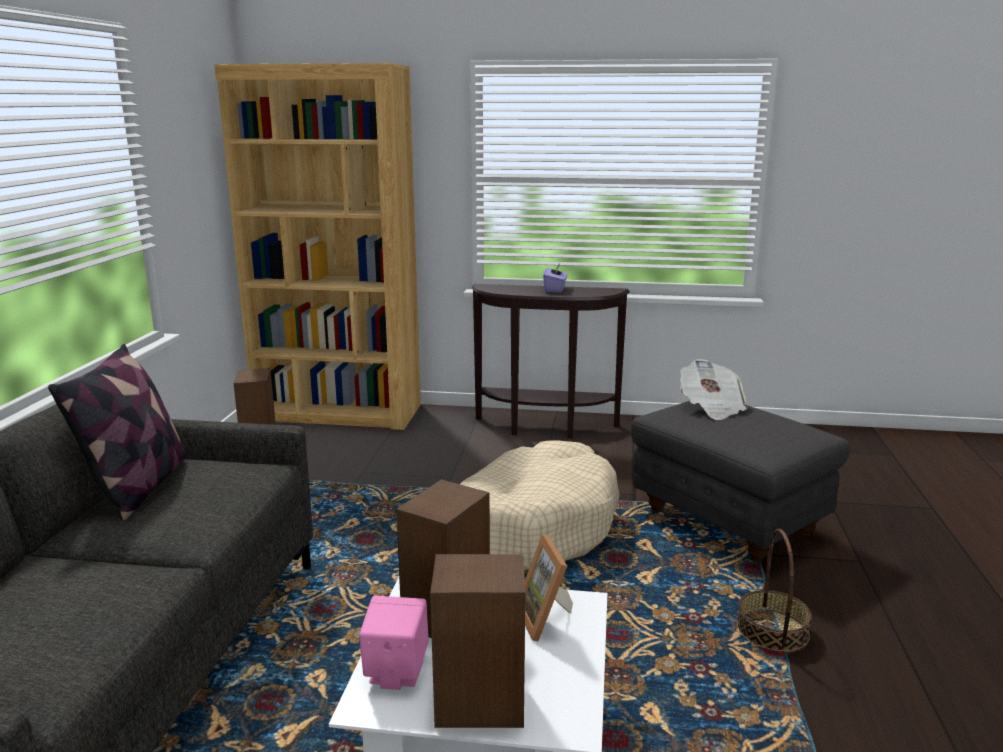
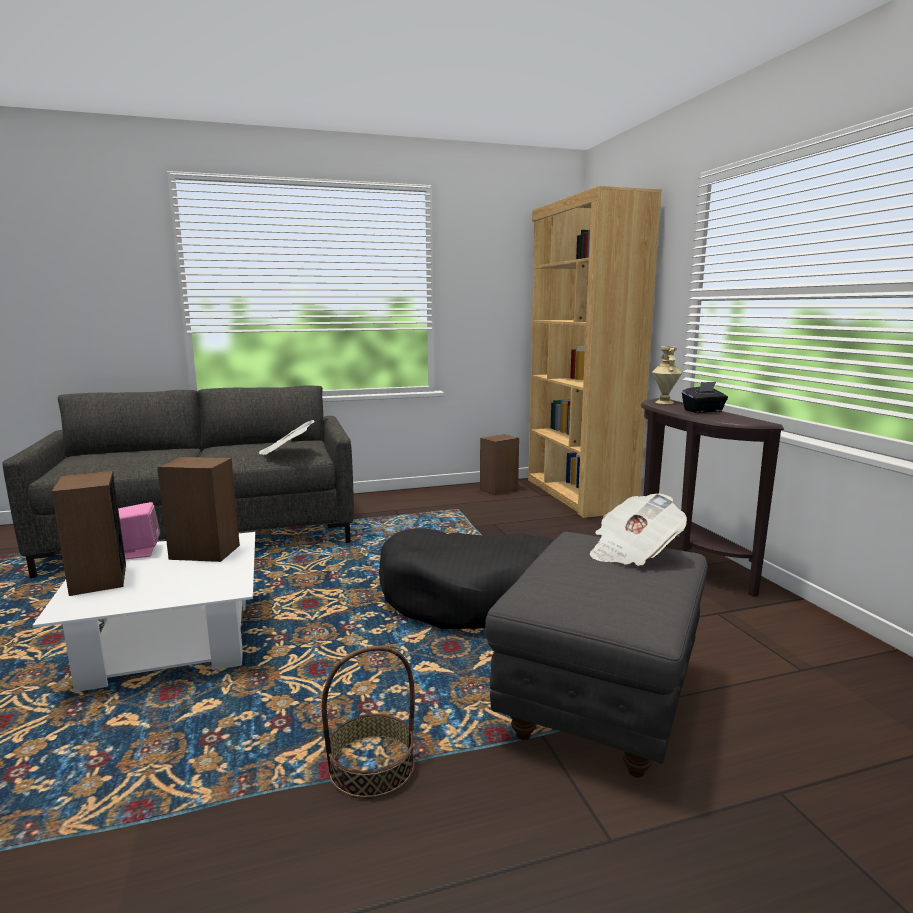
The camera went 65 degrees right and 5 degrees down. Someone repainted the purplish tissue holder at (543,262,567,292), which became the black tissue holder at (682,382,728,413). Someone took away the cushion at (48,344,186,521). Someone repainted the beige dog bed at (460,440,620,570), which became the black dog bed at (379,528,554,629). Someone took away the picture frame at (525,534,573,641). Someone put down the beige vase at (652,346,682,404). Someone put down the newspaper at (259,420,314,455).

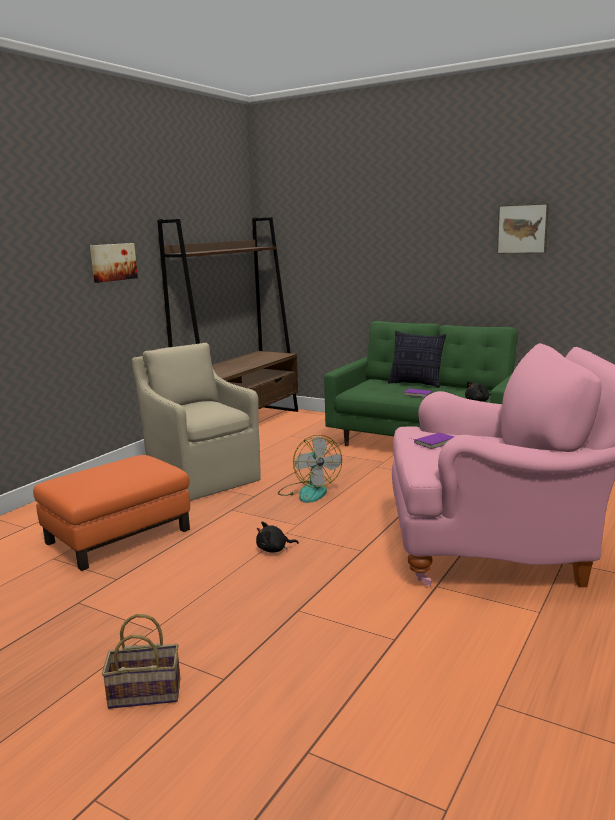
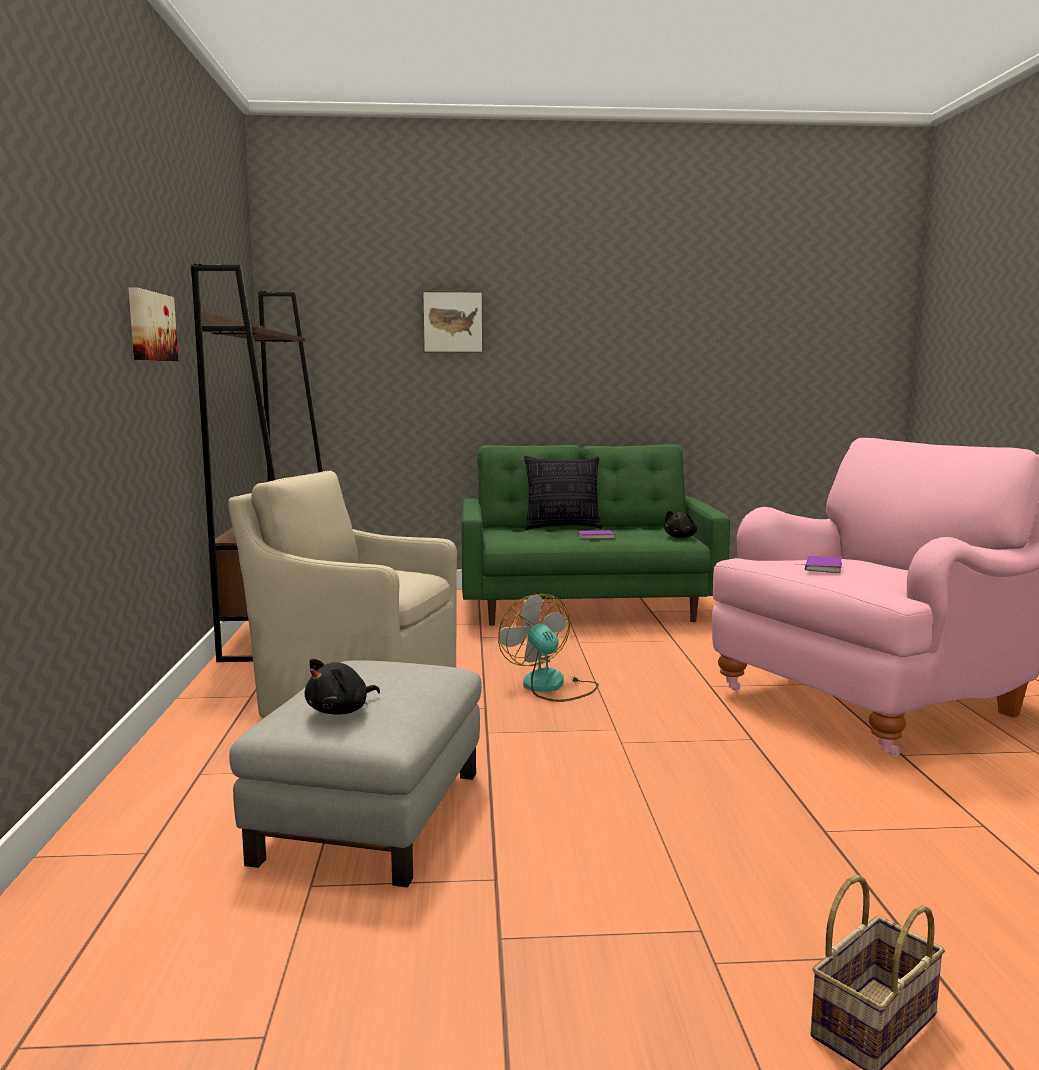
The camera went 35 degrees left and 5 degrees down. Someone carried the wall picture from (497,203,549,254) to (422,291,483,353). Someone rotated the fan at (278,435,342,503) by 150 degrees counterclockwise. Someone repainted the orangey pouffe at (33,455,190,571), which became the grey pouffe at (229,660,482,887). Someone carried the black cuddly toy from (256,522,299,553) to (305,658,380,715).

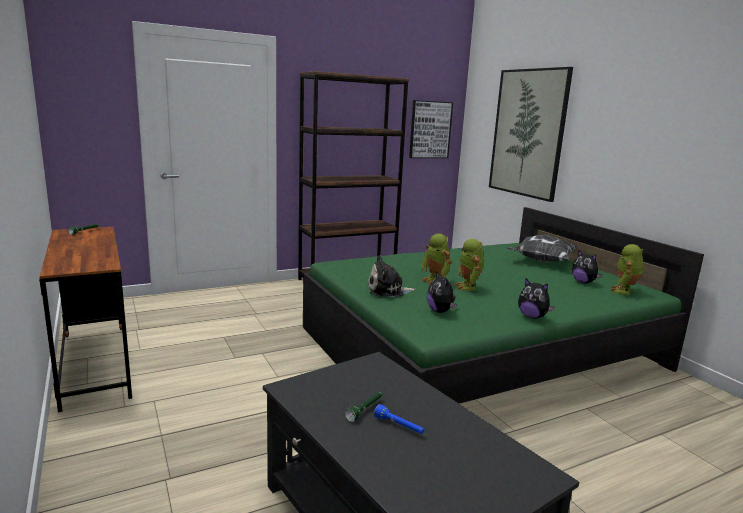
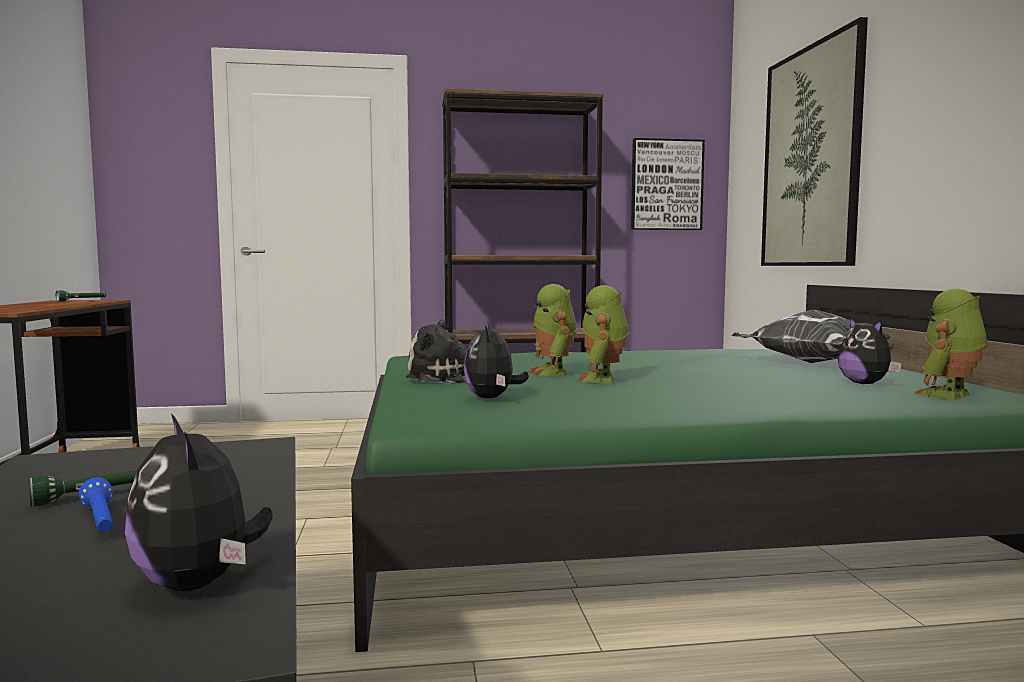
The camera went 20 degrees right and 10 degrees down. Someone carried the cuddly toy from (518,278,555,319) to (125,413,273,591).

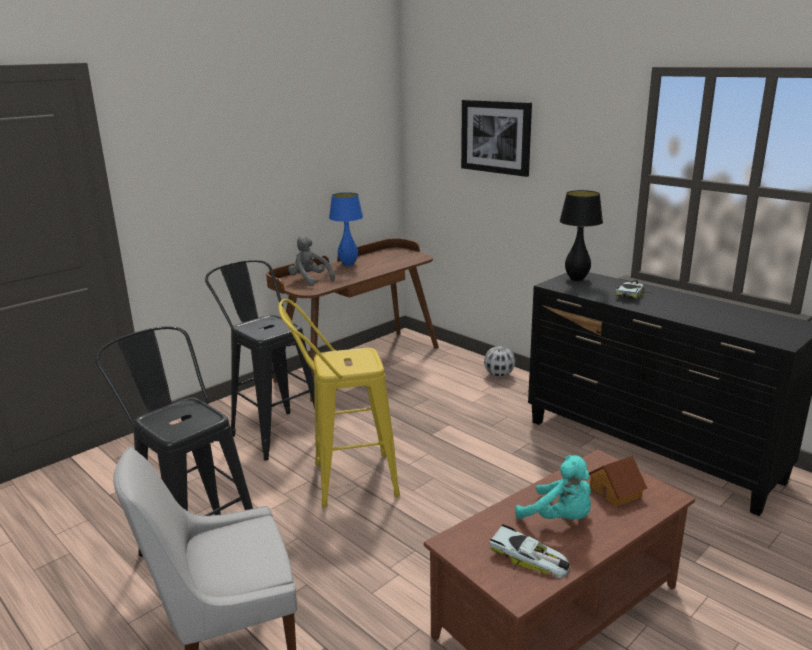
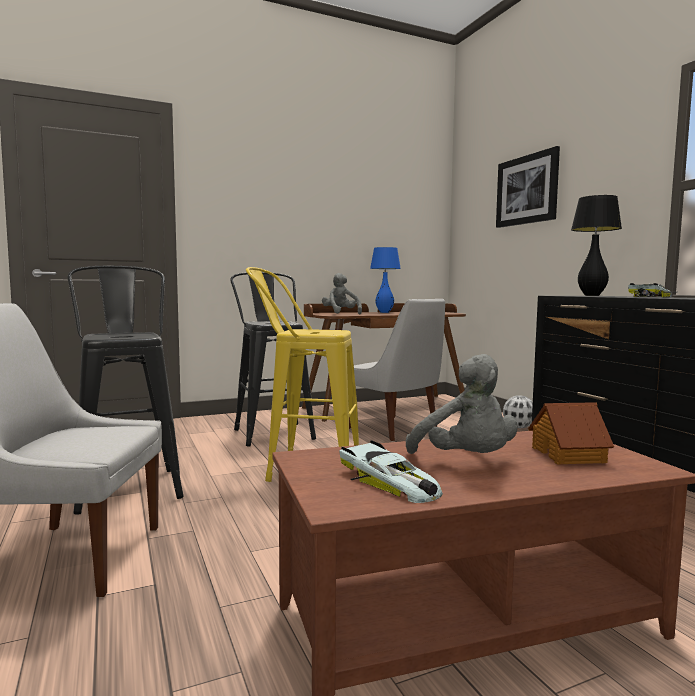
The camera went 20 degrees right and 15 degrees down. Someone repainted the turquoise-coloured cuddly toy at (515,455,591,519), which became the grey cuddly toy at (406,354,518,454). Someone put down the whitish chair at (349,299,445,441).

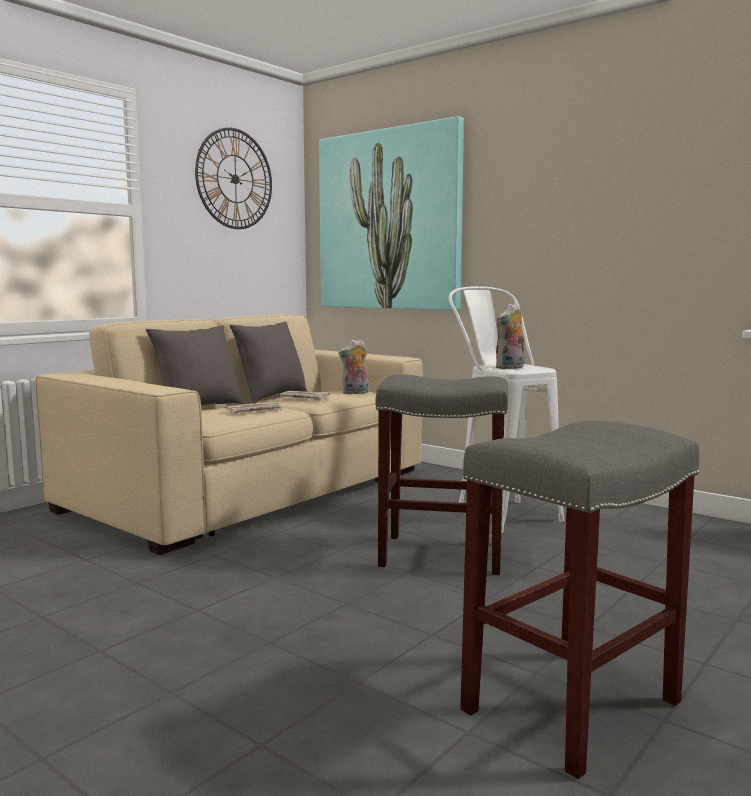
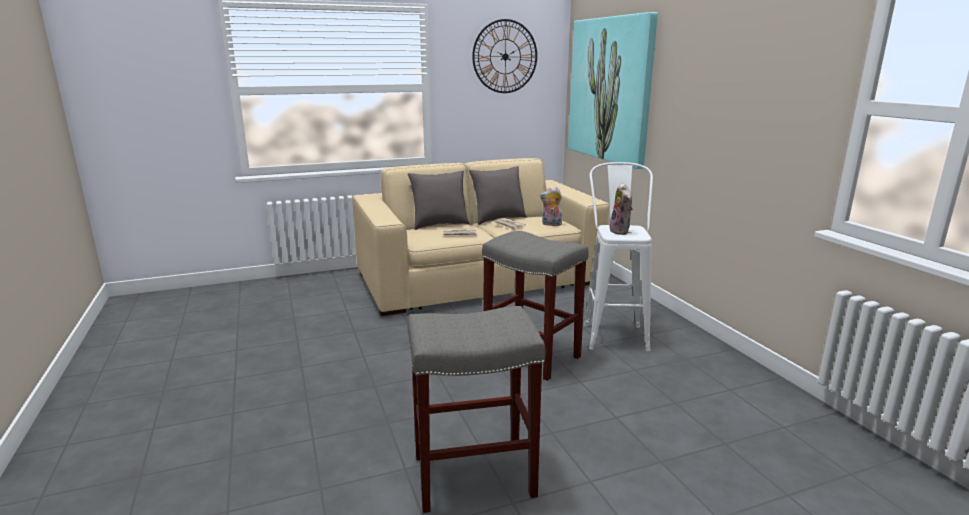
The camera went 30 degrees right and 10 degrees up. Someone rotated the cuddly toy at (495,303,525,369) by 90 degrees counterclockwise.

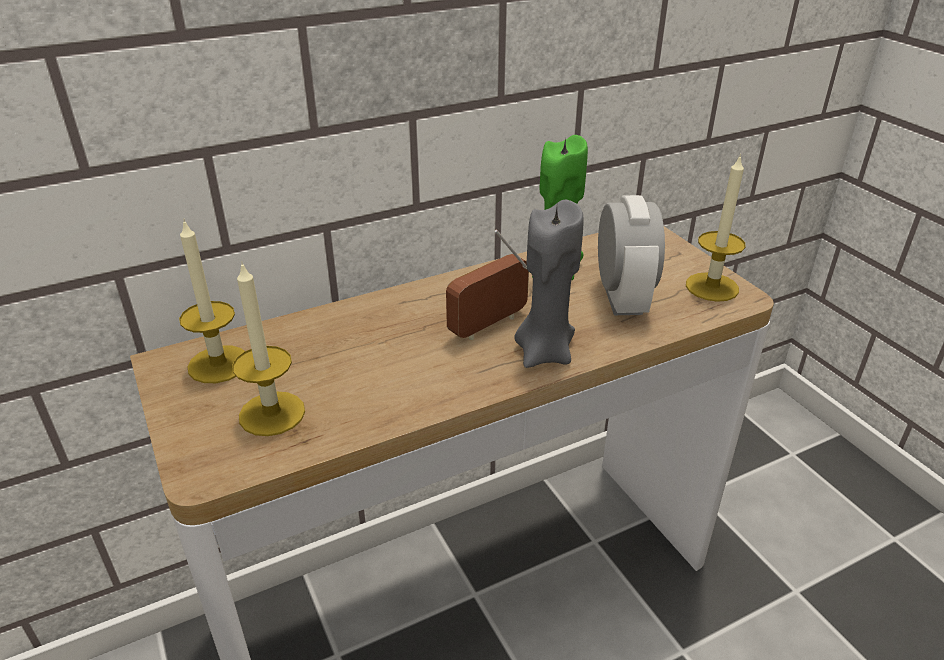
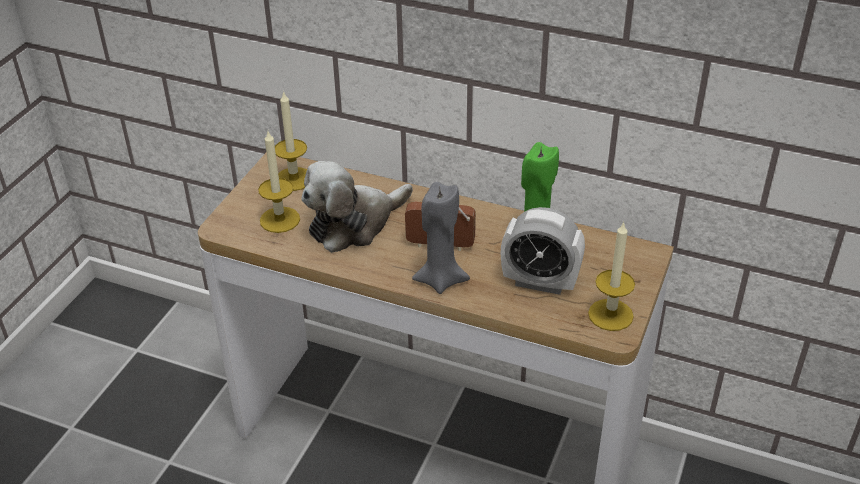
The camera went 50 degrees right and 5 degrees up. Someone rotated the table clock at (598,195,665,315) by 60 degrees clockwise. Someone put down the cuddly toy at (301,161,413,253).

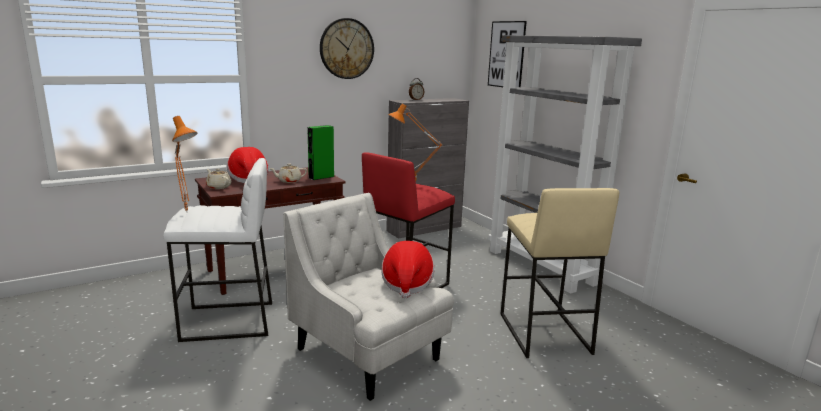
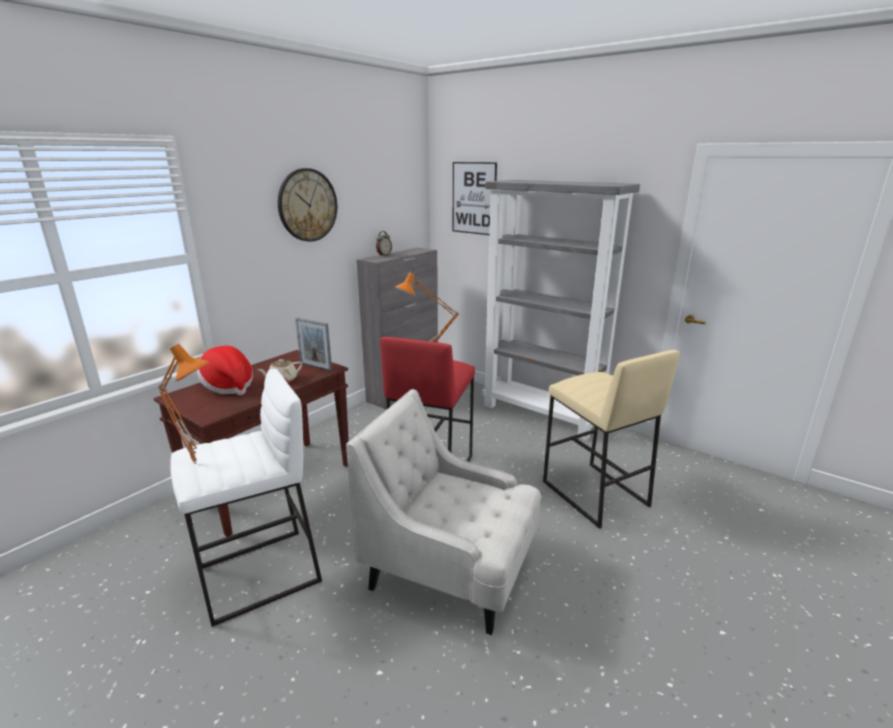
The camera went 20 degrees left and 5 degrees up. Someone swapped the greenish speaker at (307,125,334,180) for the picture frame at (295,318,332,371). Someone took away the beige pot for tea at (206,169,231,189). Someone took away the wearable hat at (381,241,434,298).

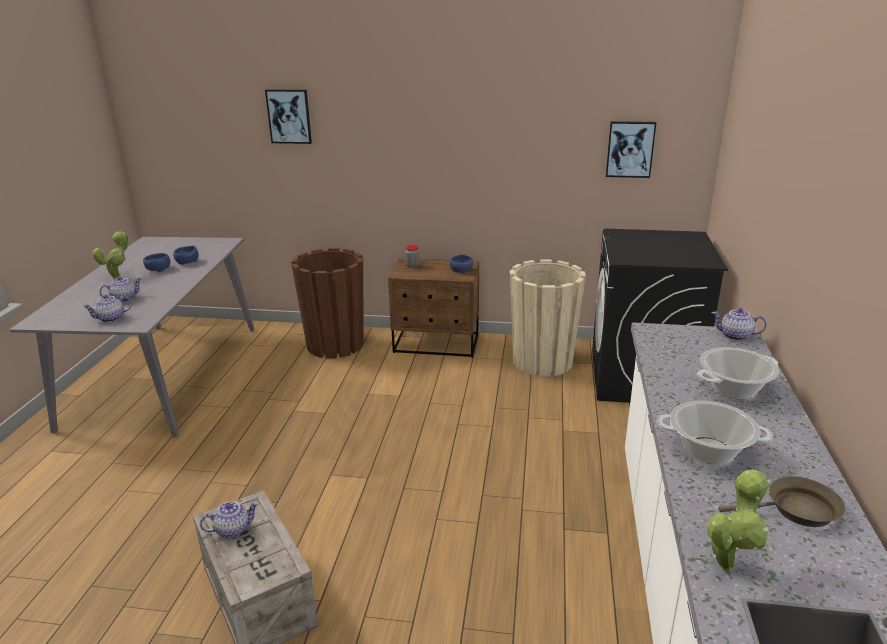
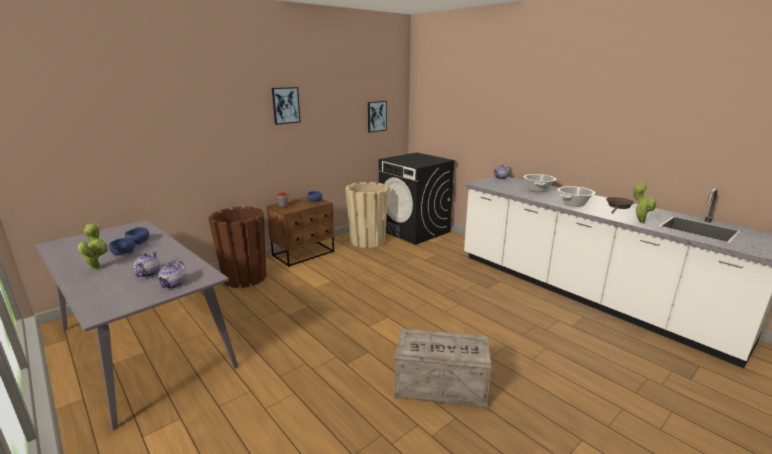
The camera went 50 degrees left and 5 degrees down. Someone carried the wall picture from (265,89,312,144) to (272,87,301,125). Someone took away the pot for tea at (200,501,259,538).

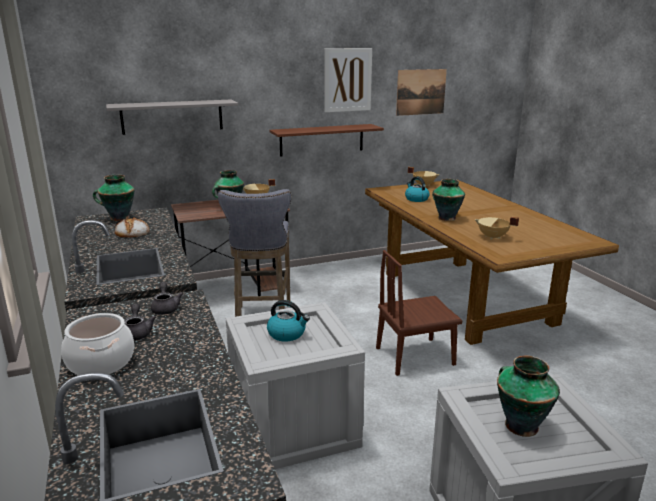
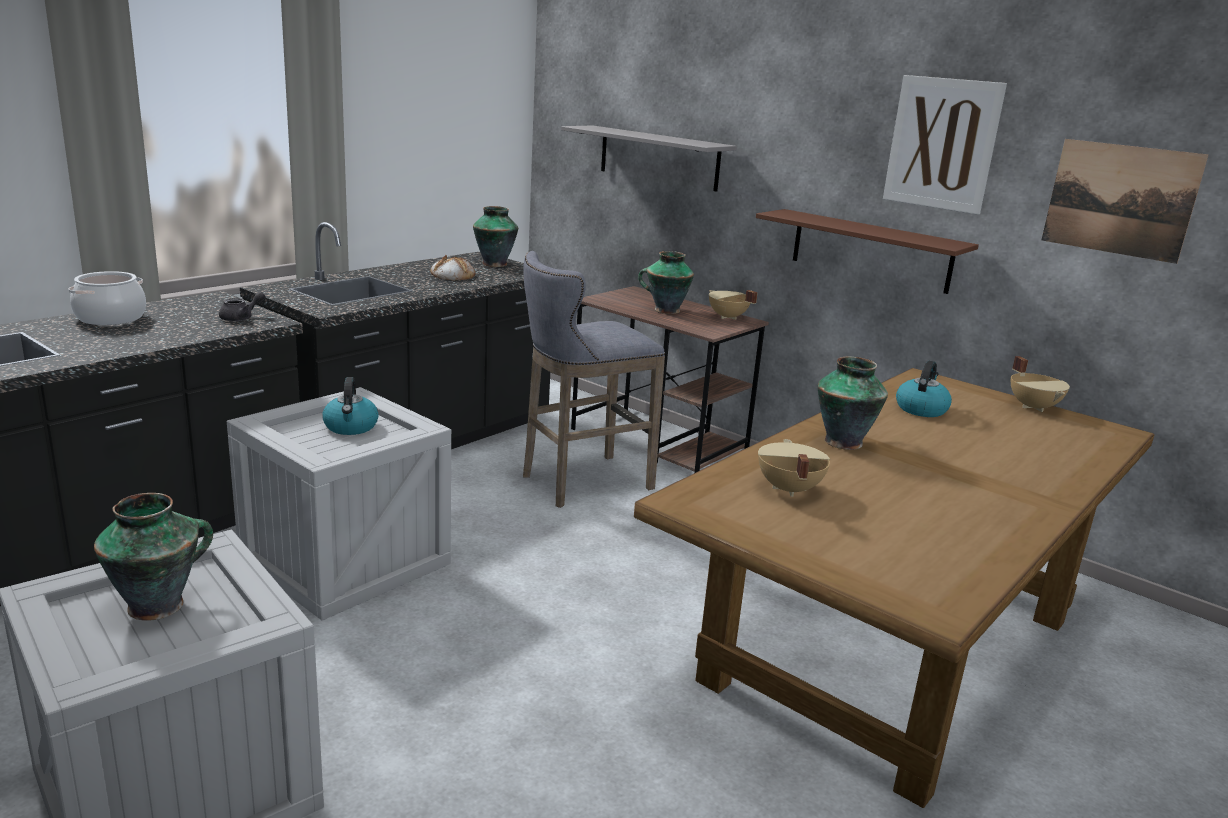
The camera went 60 degrees right and 0 degrees up. Someone took away the brownish chair at (376,250,463,376). Someone took away the grey pot for tea at (124,304,156,341).

